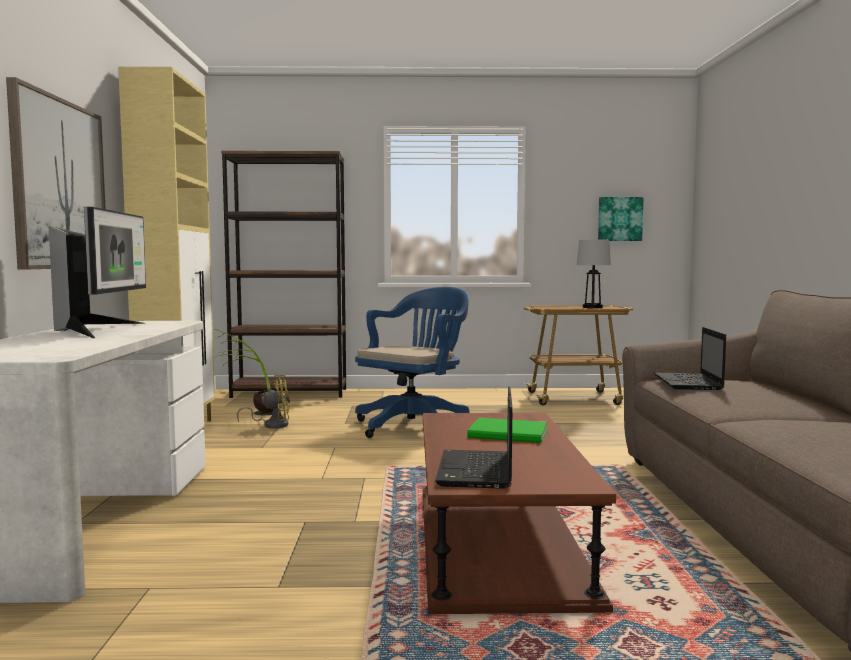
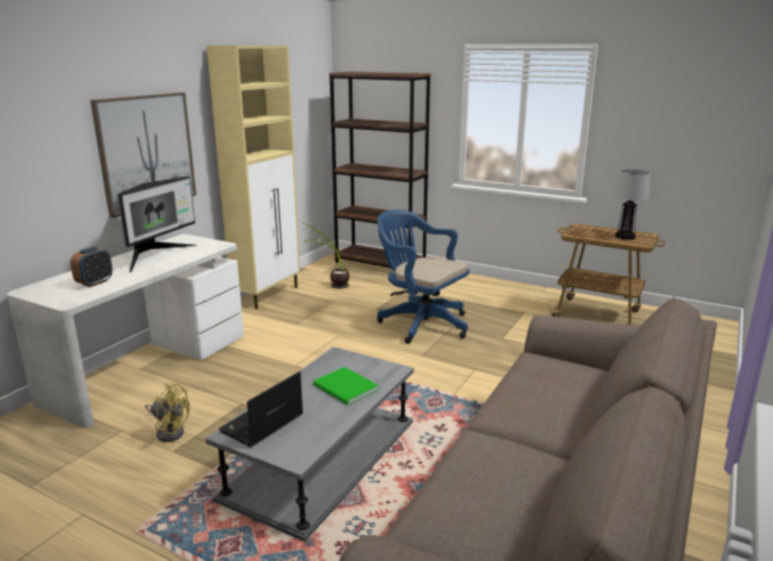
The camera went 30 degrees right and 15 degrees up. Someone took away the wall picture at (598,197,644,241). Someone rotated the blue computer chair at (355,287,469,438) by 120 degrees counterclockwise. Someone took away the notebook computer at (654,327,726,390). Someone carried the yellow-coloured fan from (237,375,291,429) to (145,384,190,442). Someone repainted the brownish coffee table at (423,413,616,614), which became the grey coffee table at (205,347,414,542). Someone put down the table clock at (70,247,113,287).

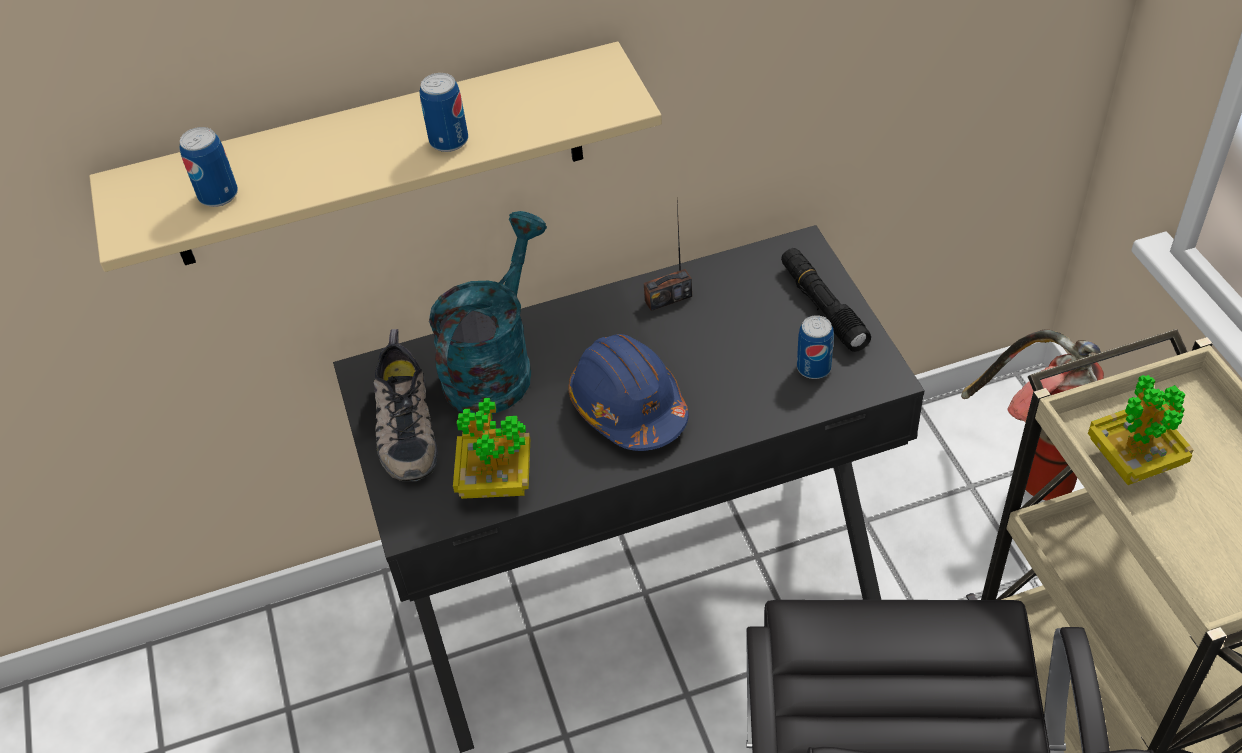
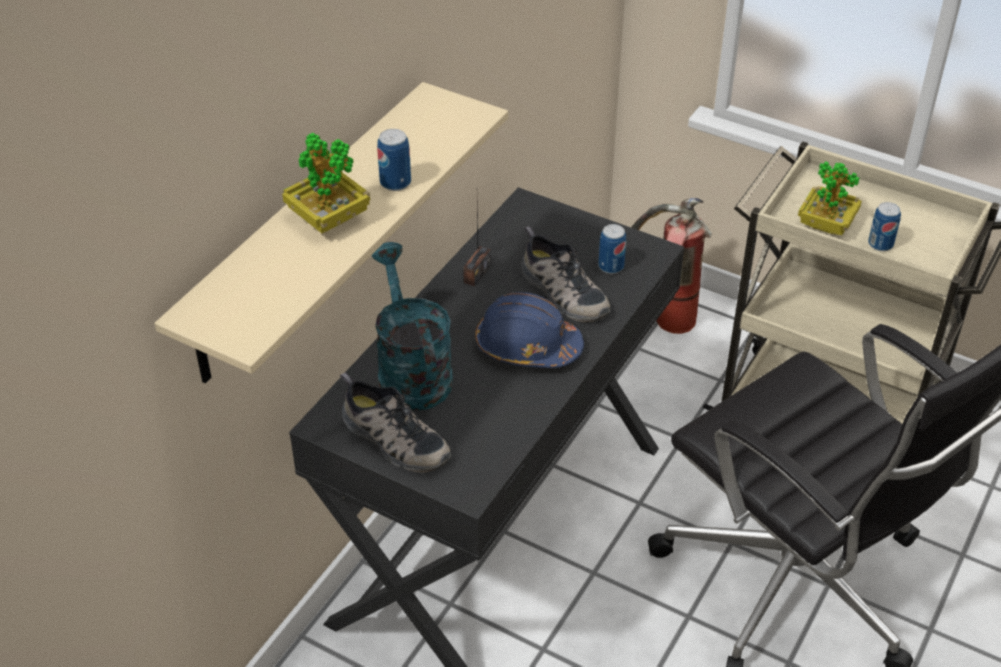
The camera went 45 degrees left and 5 degrees down. Someone carried the sealed can from (180,127,238,207) to (868,202,901,251). Someone took away the black torch at (781,248,871,352). Someone carried the potted plant from (453,398,530,499) to (282,133,370,233). Someone put down the shoe at (521,226,610,323).

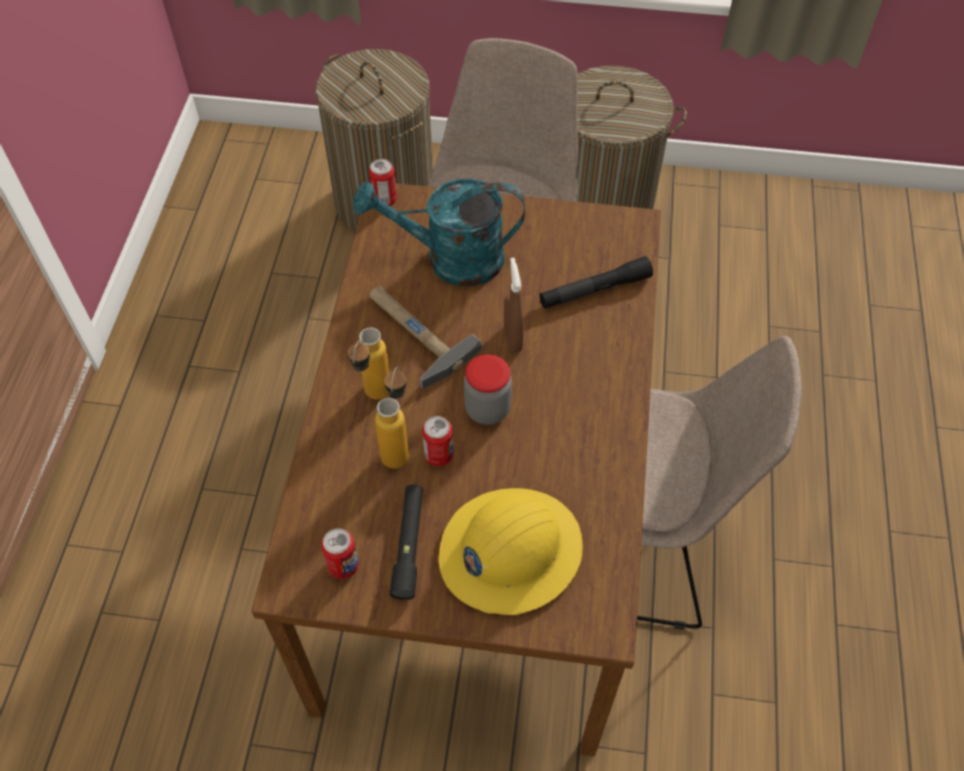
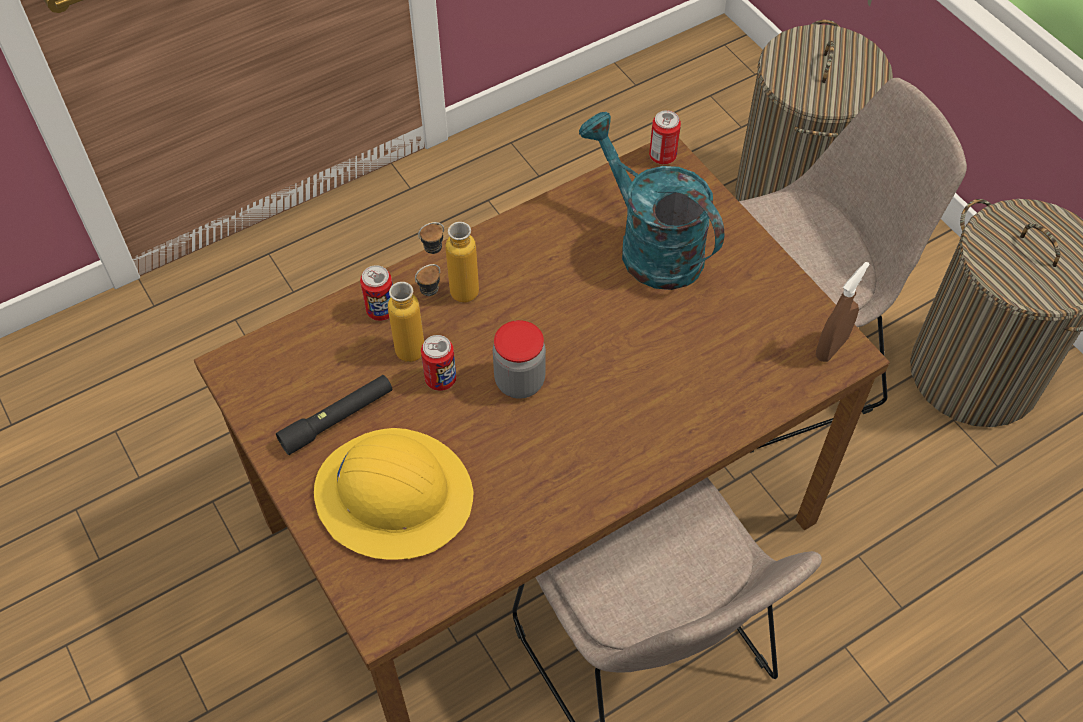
The camera went 50 degrees right and 0 degrees up. Someone took away the black torch at (539,256,653,309). Someone carried the brownish spray bottle from (504,258,524,353) to (816,262,870,362). Someone took away the tool hammer at (369,286,482,389). Someone carried the sealed can from (321,528,359,579) to (360,265,393,321).

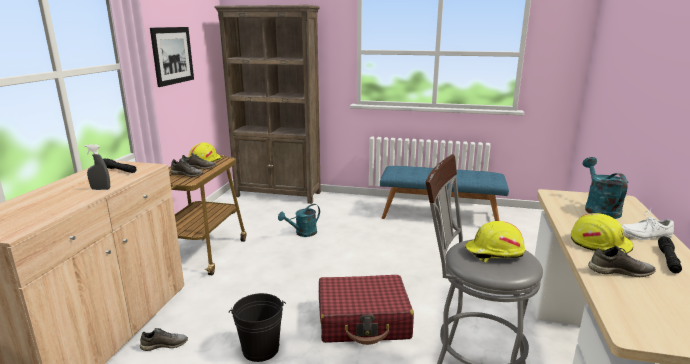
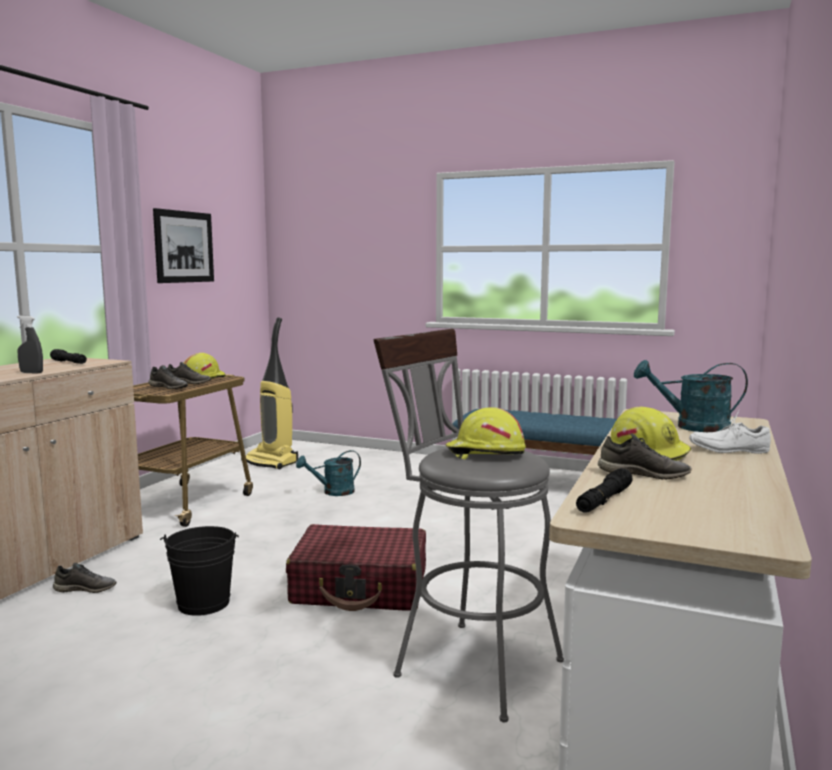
The camera went 10 degrees right and 10 degrees down. Someone took away the brownish shelving unit at (214,5,321,204). Someone rotated the turquoise-coloured watering pot at (583,157,629,219) by 90 degrees counterclockwise. Someone carried the black torch from (658,236,682,273) to (576,468,633,513). Someone put down the hoover at (241,317,298,469).

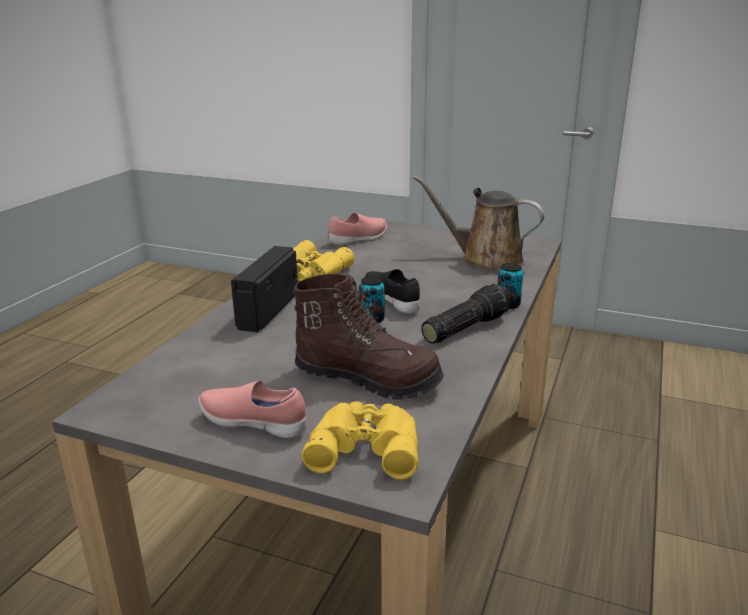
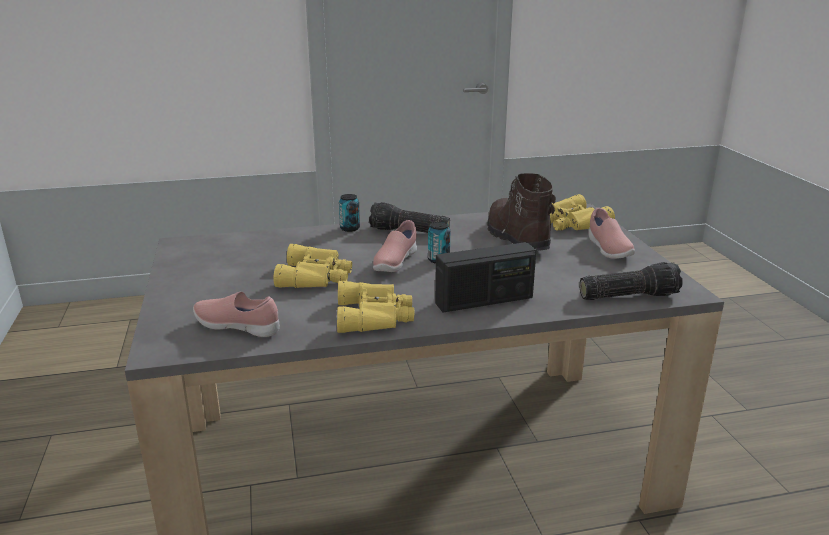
The camera went 125 degrees left and 0 degrees up. Someone took away the brownish watering pot at (413,176,544,271). Someone repainted the black shoe at (365,269,420,313), which became the pink-coloured shoe at (373,220,417,272). Someone put down the yellow-coloured field glasses at (273,244,352,288). Someone put down the torch at (579,262,683,300).

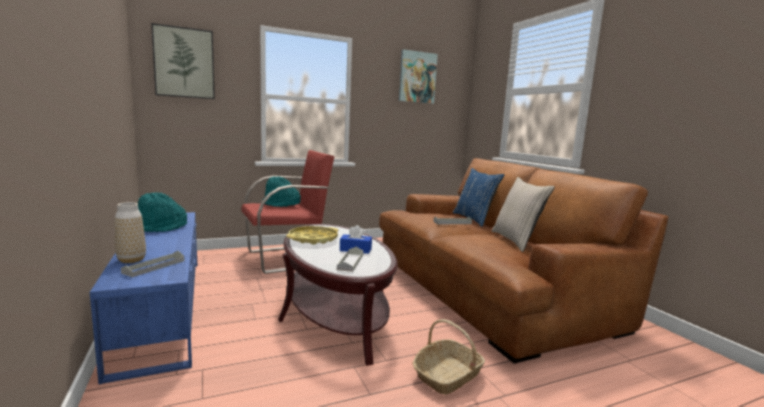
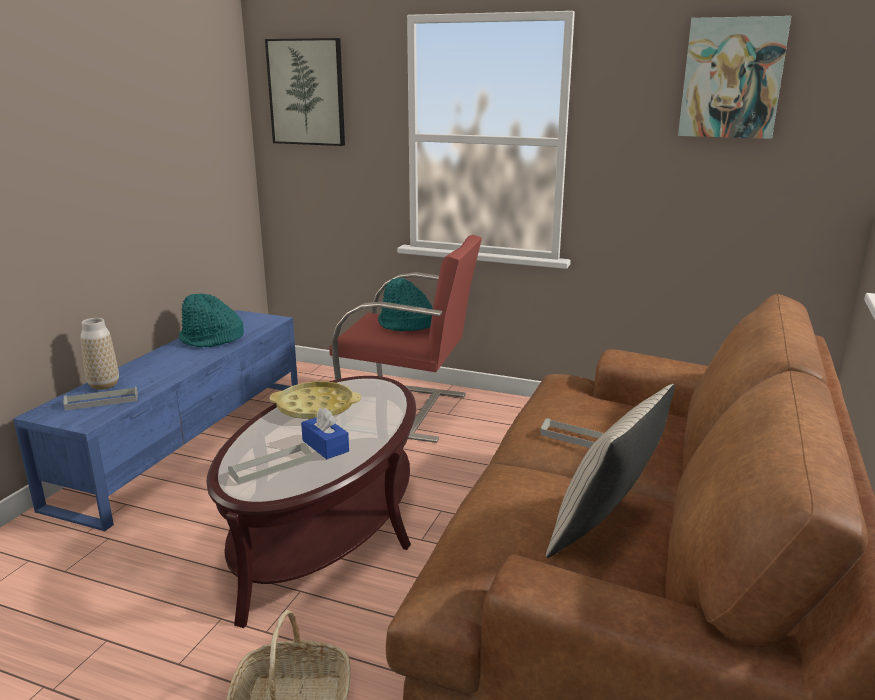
The camera went 45 degrees right and 10 degrees up. Someone took away the blue cushion at (453,168,505,227).

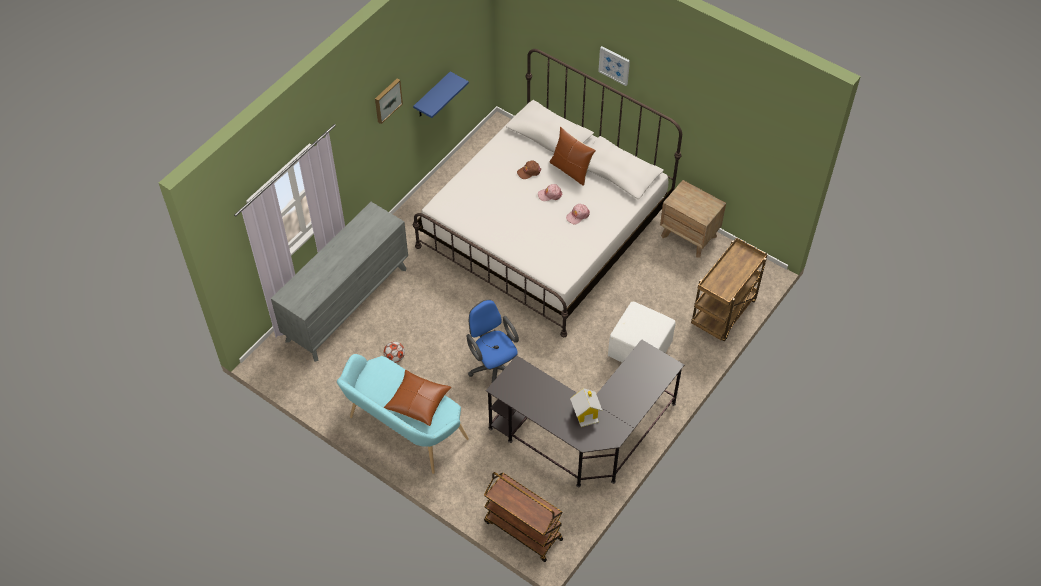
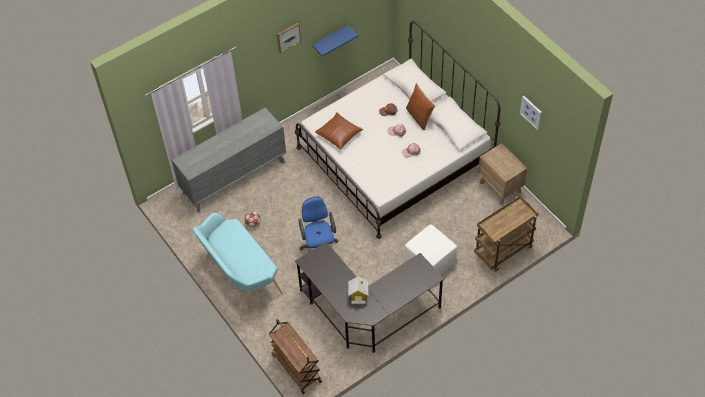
The camera went 20 degrees right and 0 degrees up. Someone carried the wall picture from (598,46,630,86) to (520,96,542,130). Someone carried the brownish cushion from (384,370,451,426) to (315,112,363,150).

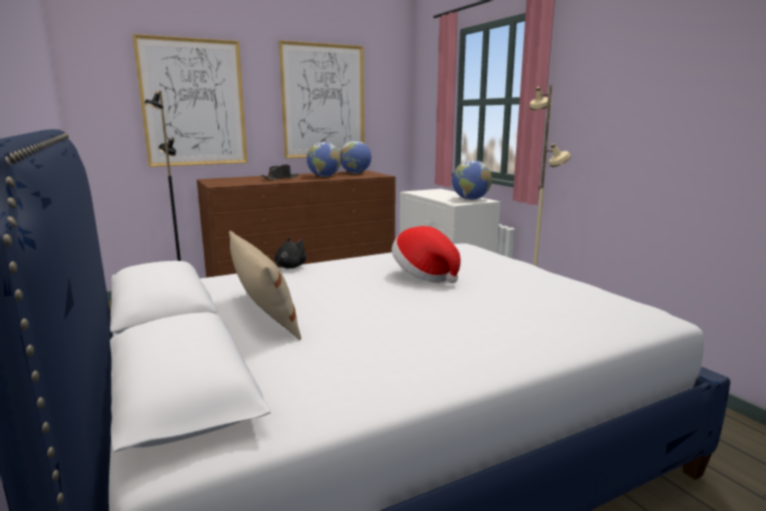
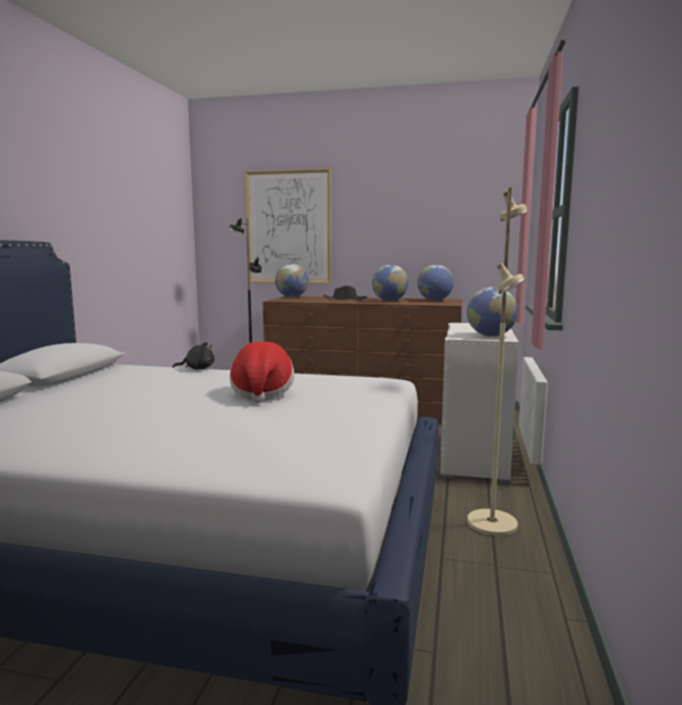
The camera went 40 degrees right and 5 degrees down. Someone took away the wall picture at (279,40,365,158). Someone took away the beige cushion at (229,231,301,340). Someone put down the desk globe at (275,264,309,297).

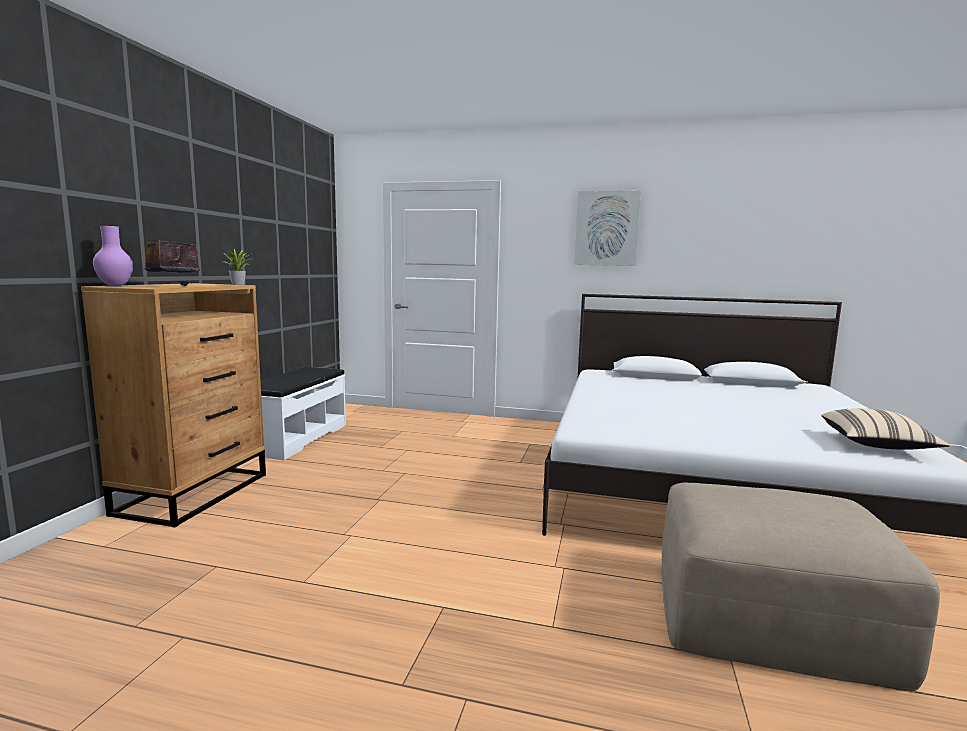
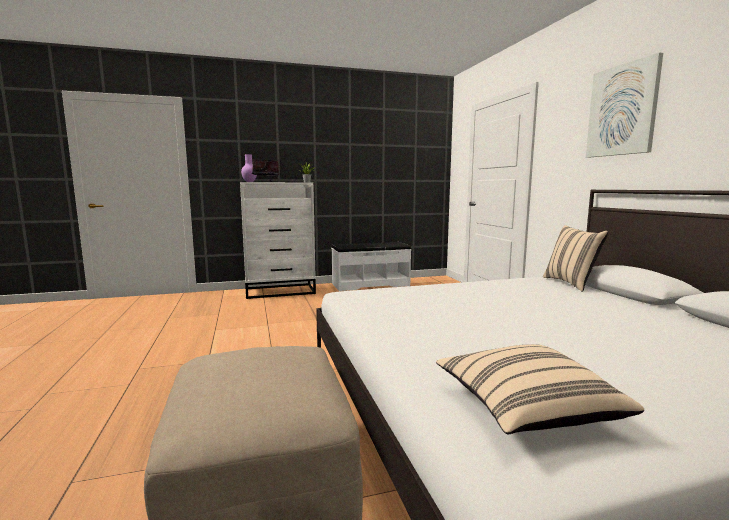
The camera went 60 degrees right and 0 degrees up. Someone repainted the brownish dresser at (81,283,266,528), which became the whitish dresser at (240,182,316,299). Someone put down the beige cushion at (543,225,608,292).

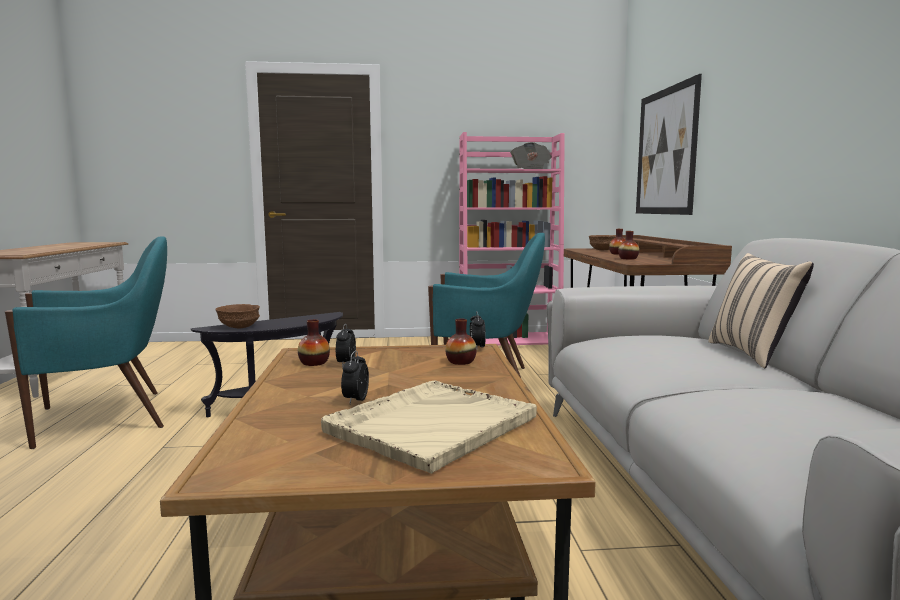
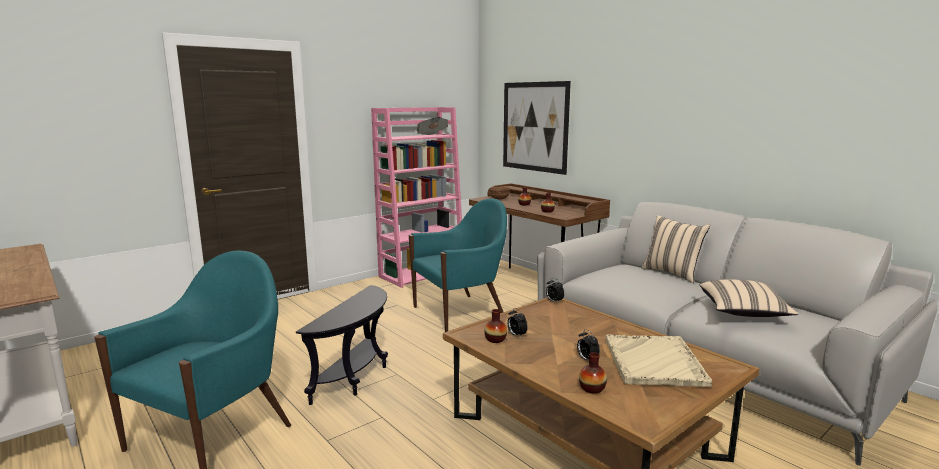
The camera went 35 degrees left and 5 degrees up. Someone took away the brownish deep dish at (215,304,260,328). Someone carried the vase from (445,319,477,365) to (579,352,607,394). Someone put down the beige cushion at (700,279,798,317).

